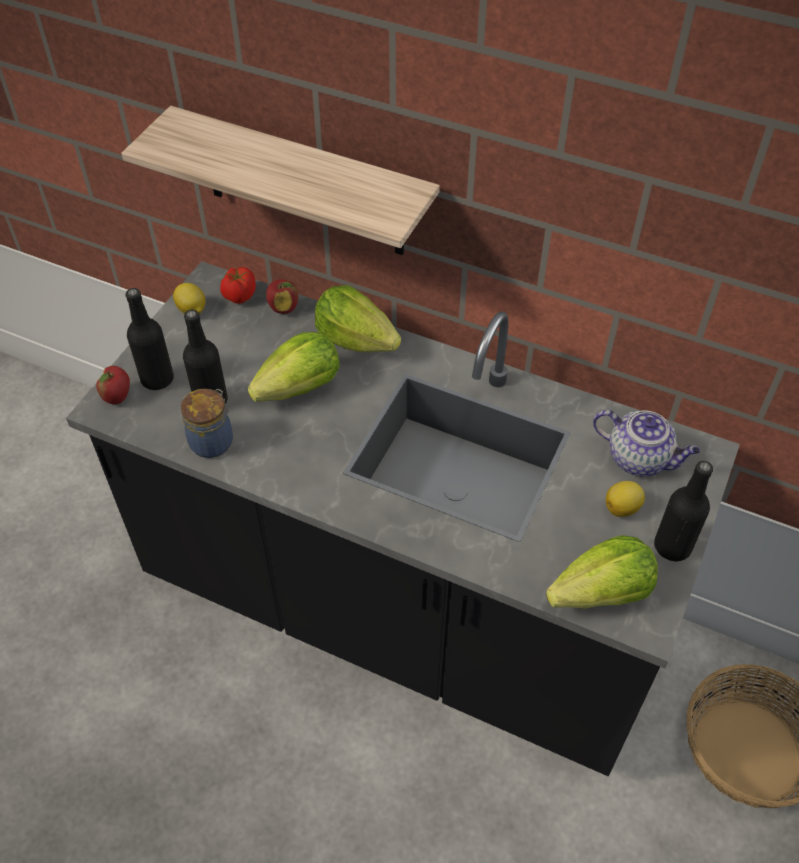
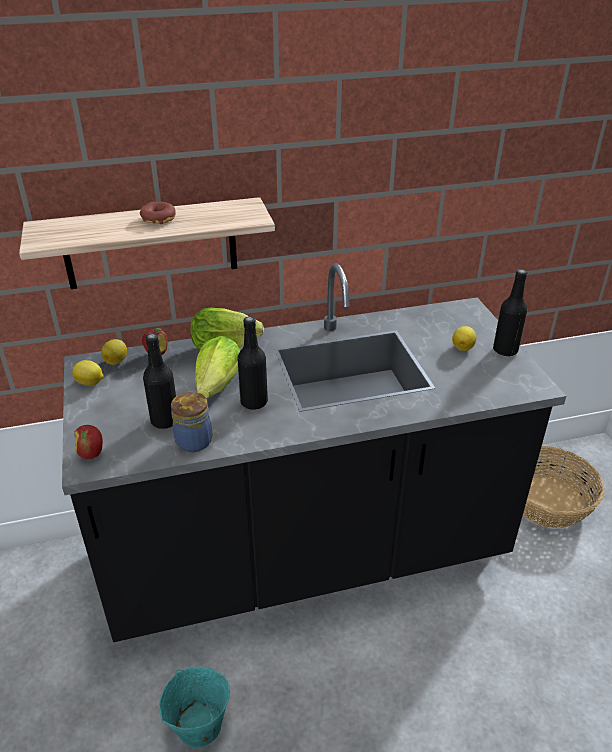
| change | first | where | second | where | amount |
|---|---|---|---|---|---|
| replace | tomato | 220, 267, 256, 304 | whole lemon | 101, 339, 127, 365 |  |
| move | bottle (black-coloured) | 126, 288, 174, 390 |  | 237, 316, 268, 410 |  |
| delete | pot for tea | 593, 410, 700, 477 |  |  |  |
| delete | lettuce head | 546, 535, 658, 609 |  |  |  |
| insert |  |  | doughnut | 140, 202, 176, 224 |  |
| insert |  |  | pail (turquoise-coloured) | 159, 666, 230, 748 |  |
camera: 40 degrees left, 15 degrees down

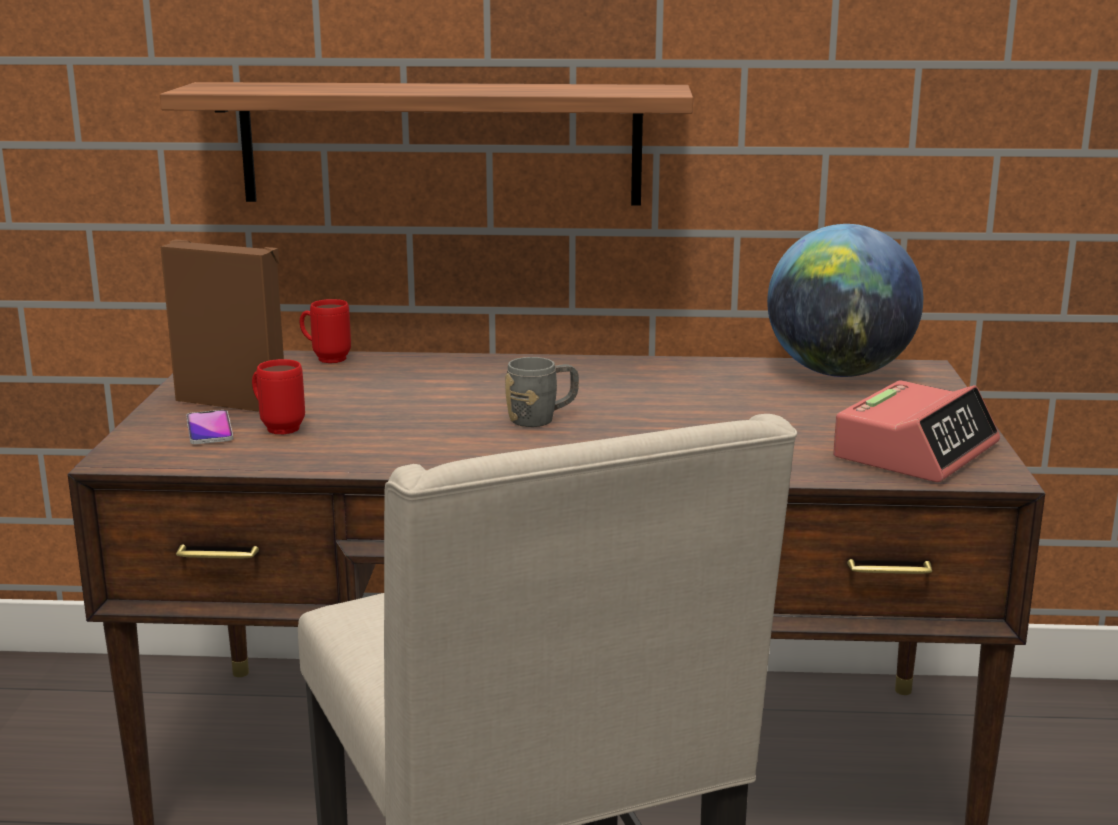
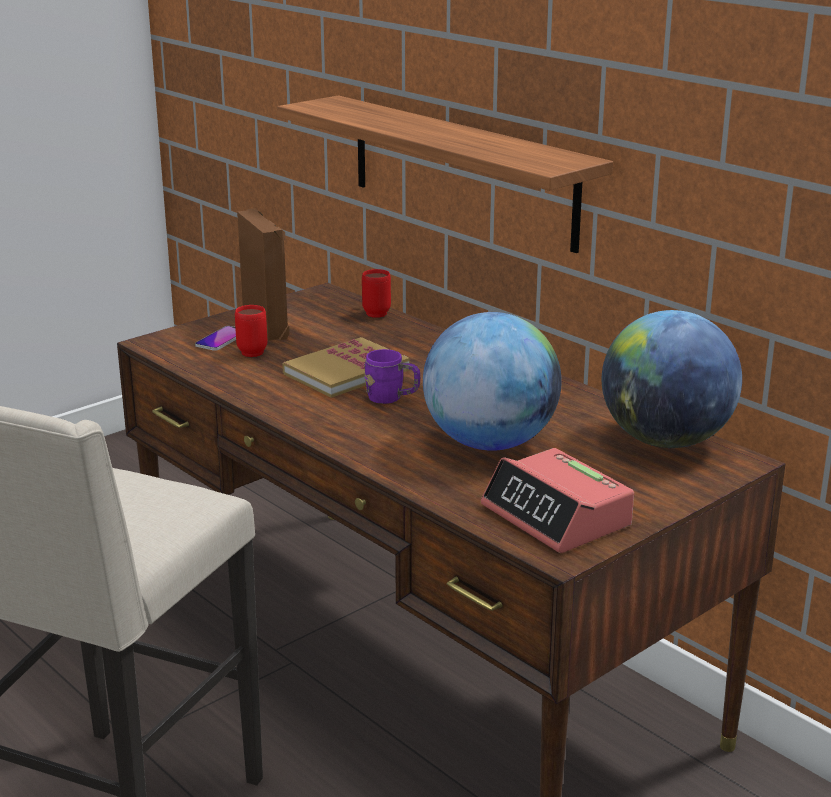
| change | first | where | second | where | amount |
|---|---|---|---|---|---|
| recolor | mug (greyish) | 505, 357, 579, 427 | mug (purplish) | 364, 349, 420, 404 |  |
| rotate | bedside clock | 833, 380, 1000, 482 |  | 481, 448, 634, 553 | 60 degrees clockwise |
| insert |  |  | desk globe | 423, 312, 562, 451 |  |
| insert |  |  | volume | 282, 337, 409, 398 |  |
camera: 45 degrees right, 5 degrees up

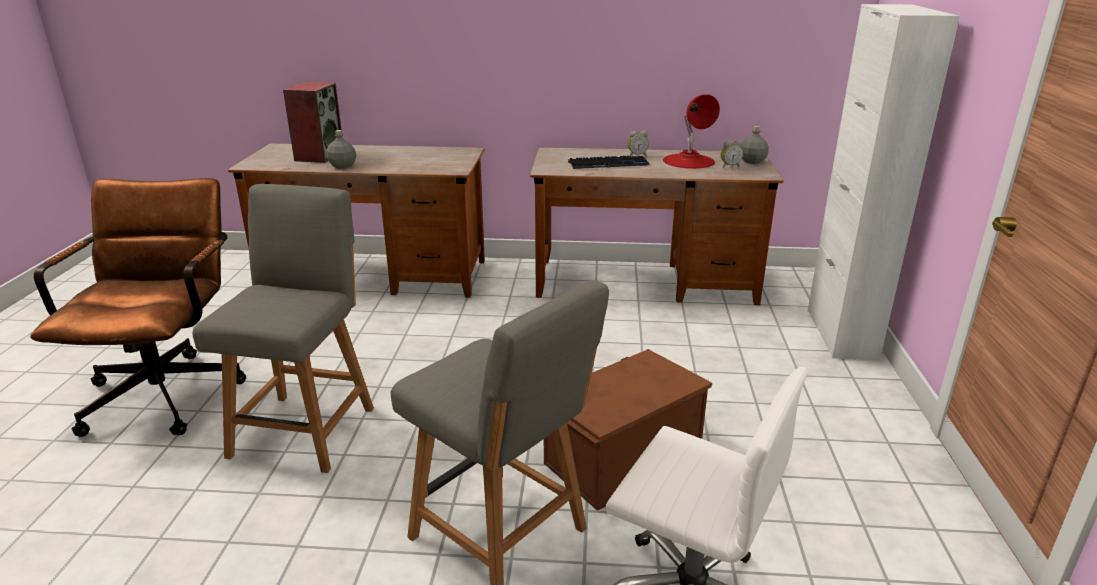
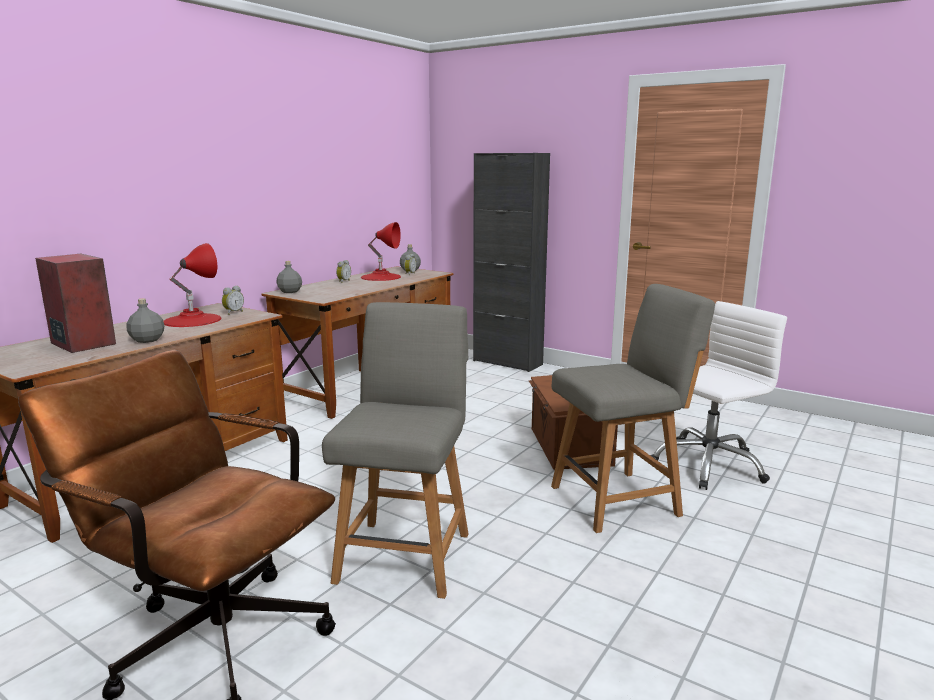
| change | first | where | second | where | amount |
|---|---|---|---|---|---|
| recolor | storage cabinet (whitish) | 808, 4, 960, 360 | storage cabinet (black-coloured) | 473, 153, 550, 372 |  |
| delete | keyboard | 568, 156, 650, 169 |  |  |  |
| rotate | chair (greyish) | 193, 184, 374, 473 |  | 322, 302, 469, 599 | 60 degrees clockwise |
| insert |  |  | tabletop lamp (red-coloured) | 163, 243, 222, 327 |  |
| insert |  |  | bottle (greyish) | 277, 261, 302, 293 |  |
| insert |  |  | bedside clock | 222, 286, 244, 315 |  |
camera: 60 degrees left, 10 degrees down

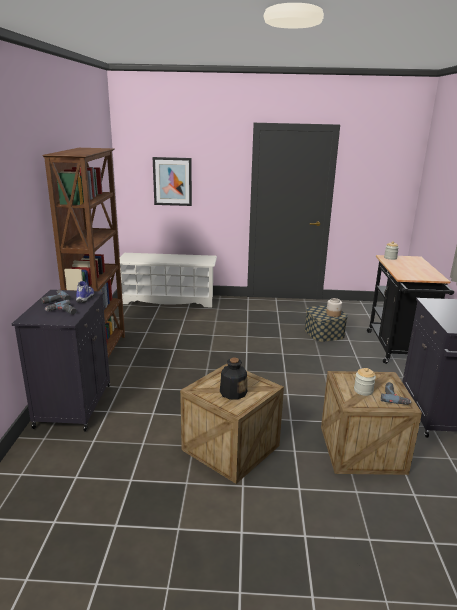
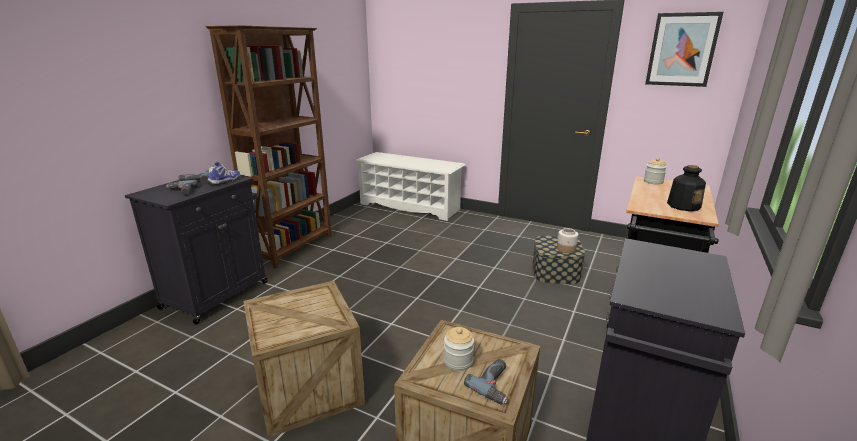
| change | first | where | second | where | amount |
|---|---|---|---|---|---|
| move | picture | 152, 157, 192, 206 |  | 645, 12, 724, 87 |  |
| move | bottle | 220, 358, 247, 400 |  | 667, 165, 706, 211 |  |
camera: 25 degrees right, 0 degrees up

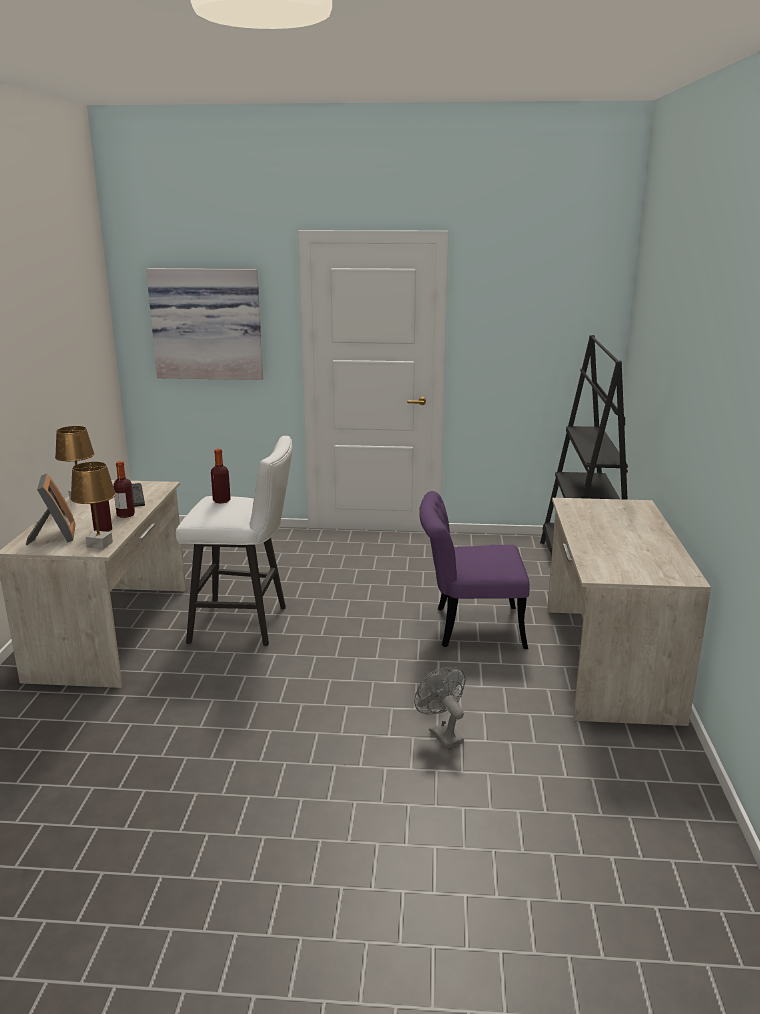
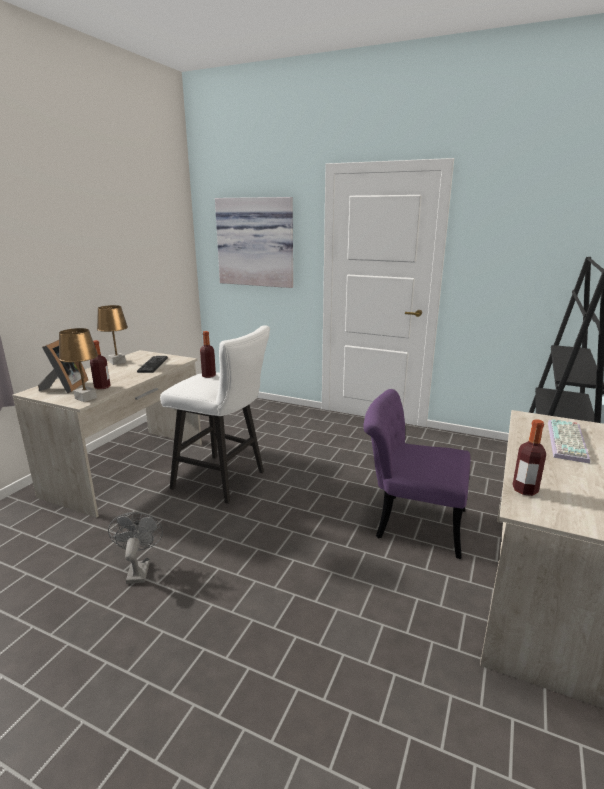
| change | first | where | second | where | amount |
|---|---|---|---|---|---|
| move | bottle | 113, 461, 135, 518 |  | 512, 419, 546, 496 |  |
| move | electric fan (greyish) | 414, 667, 466, 749 |  | 108, 512, 163, 584 |  |
| insert |  |  | keyboard | 548, 419, 590, 464 |  |
camera: 20 degrees right, 0 degrees up

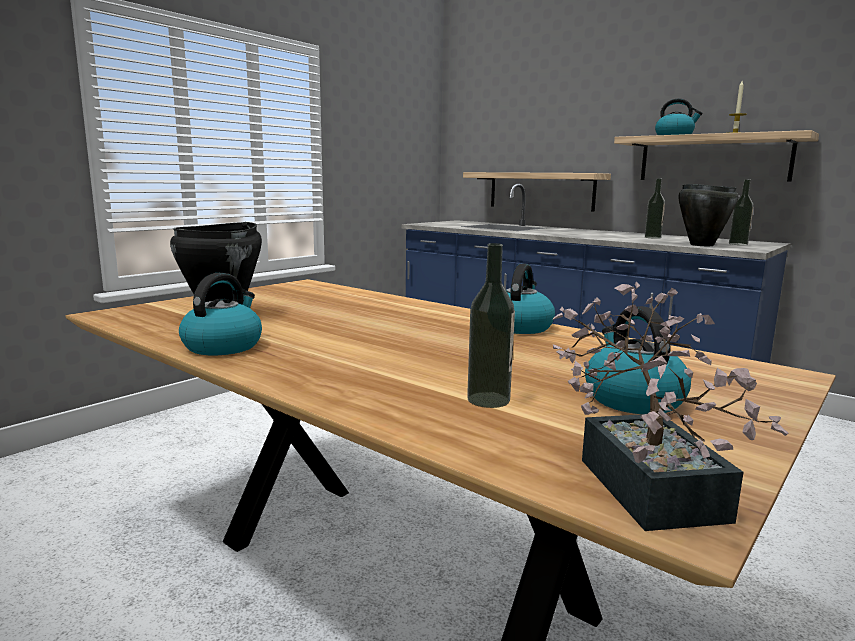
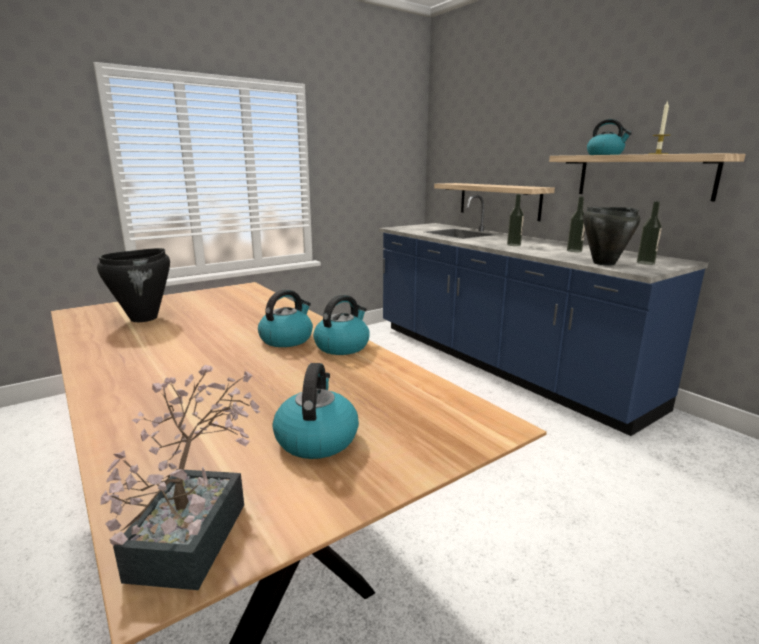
| change | first | where | second | where | amount |
|---|---|---|---|---|---|
| move | bottle | 467, 243, 515, 408 |  | 507, 194, 524, 246 |  |
| move | tea kettle | 179, 273, 262, 355 |  | 258, 289, 313, 347 |  |
camera: 15 degrees right, 5 degrees up

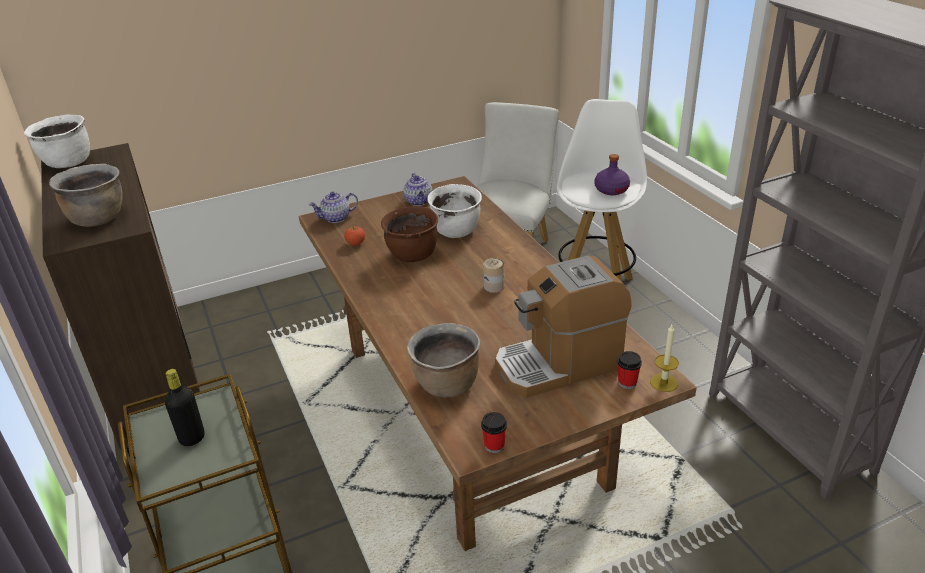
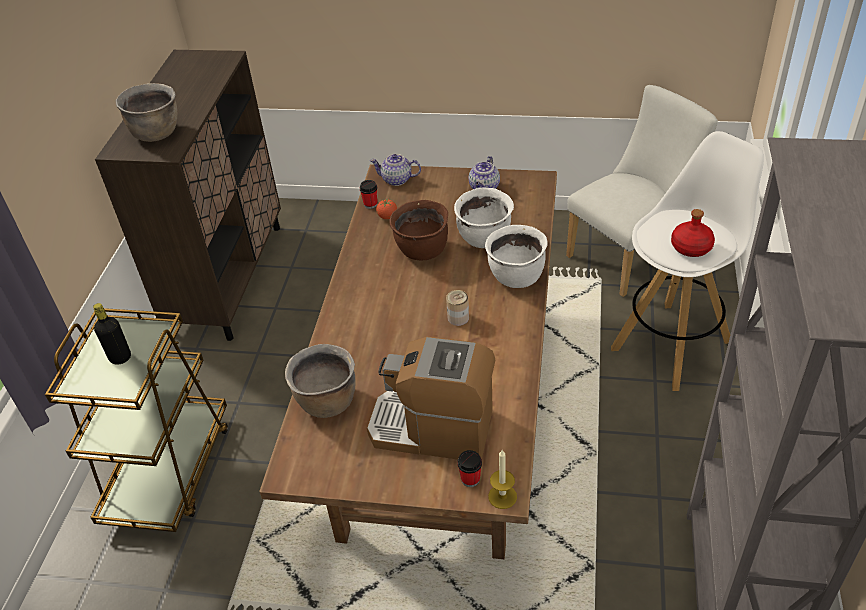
| change | first | where | second | where | amount |
|---|---|---|---|---|---|
| move | cooking pot (whitish) | 24, 115, 90, 168 |  | 485, 225, 548, 288 |  |
| recolor | bottle (purplish) | 595, 154, 630, 195 | bottle (red-coloured) | 671, 209, 715, 257 |  |
| move | small cup | 481, 412, 507, 453 |  | 360, 180, 377, 209 |  |
camera: 35 degrees right, 10 degrees up

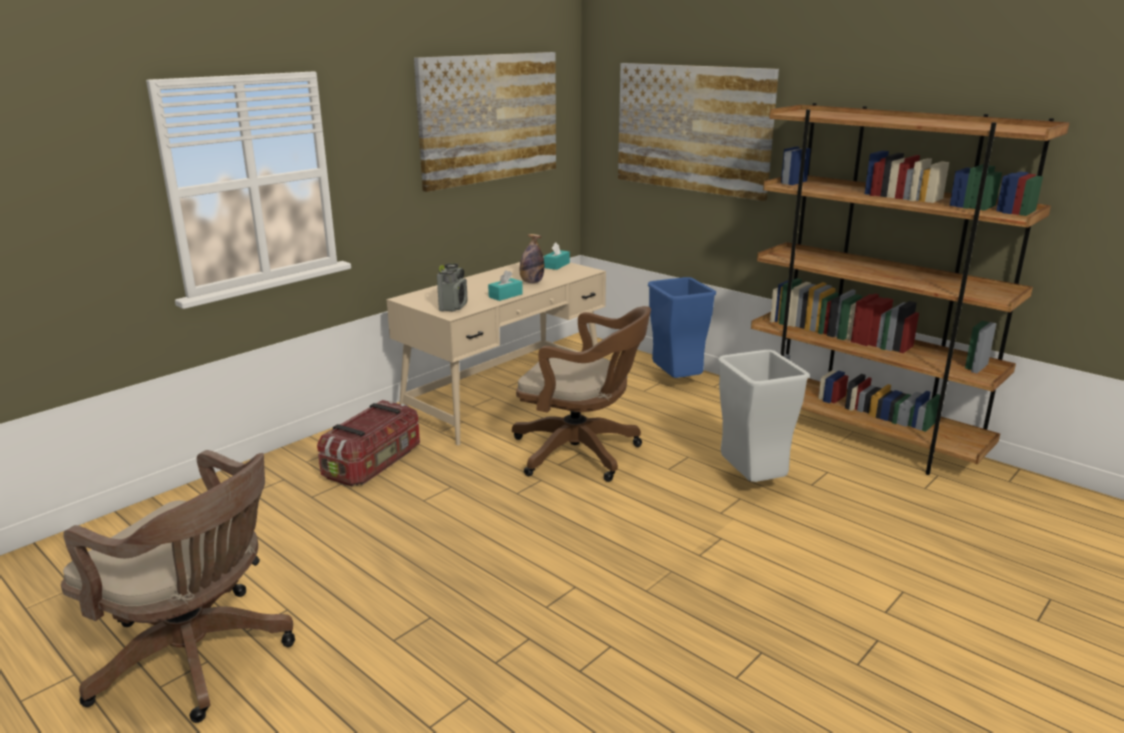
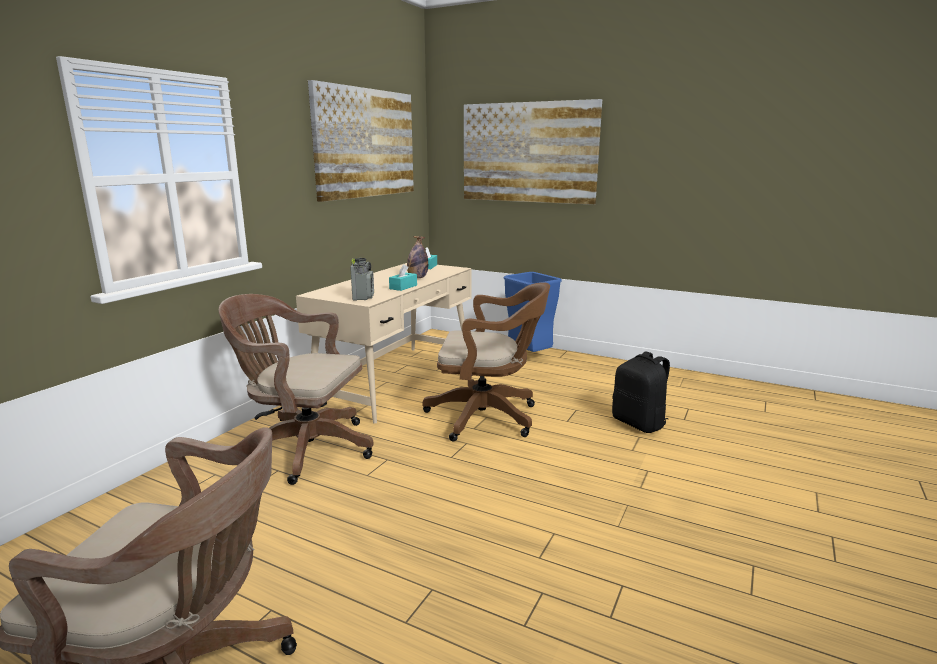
| change | first | where | second | where | amount |
|---|---|---|---|---|---|
| delete | bookcase (brown-coloured) | 751, 103, 1069, 475 |  |  |  |
| replace | rubbish bin (greyish) | 718, 350, 810, 482 | knapsack (black-coloured) | 612, 352, 670, 433 |  |
| replace | storage bin | 317, 400, 420, 486 | desk chair (brown-coloured) | 219, 294, 374, 485 |  |
camera: 15 degrees left, 5 degrees down

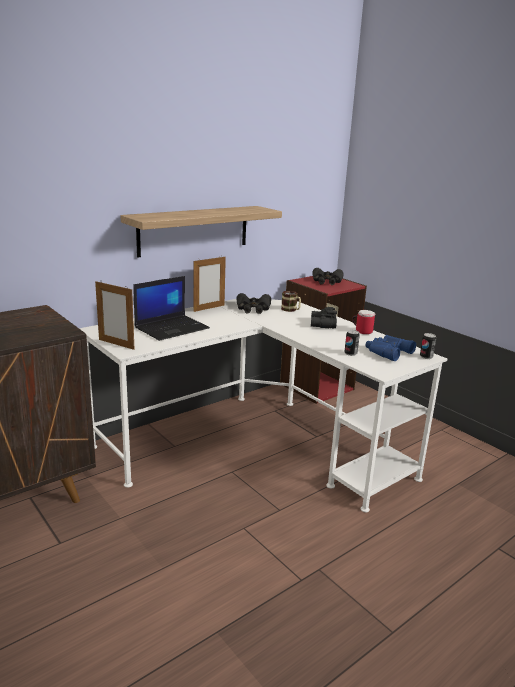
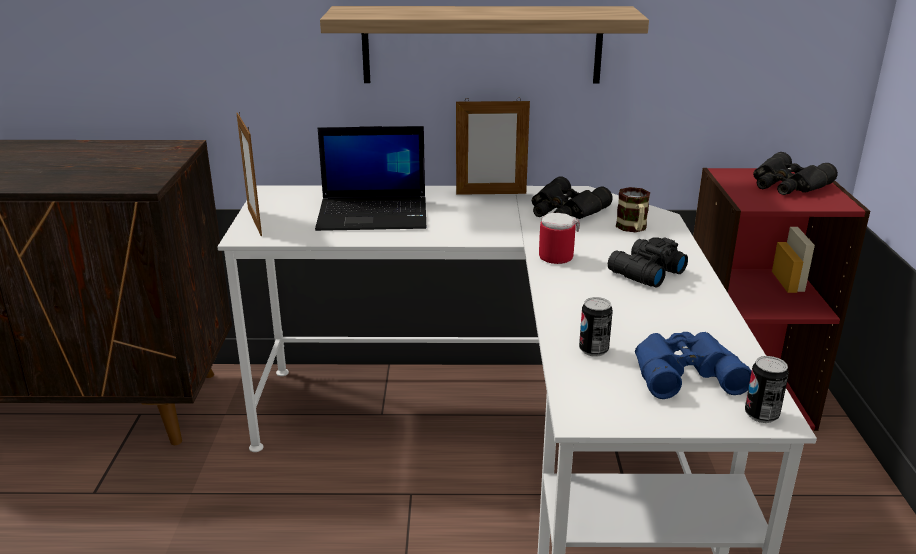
| change | first | where | second | where | amount |
|---|---|---|---|---|---|
| move | mug | 352, 310, 375, 334 |  | 539, 213, 580, 264 |  |
camera: 40 degrees right, 5 degrees up

